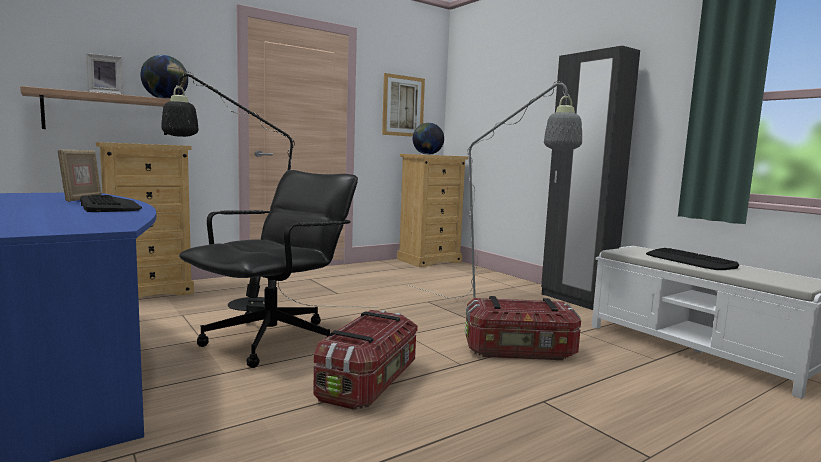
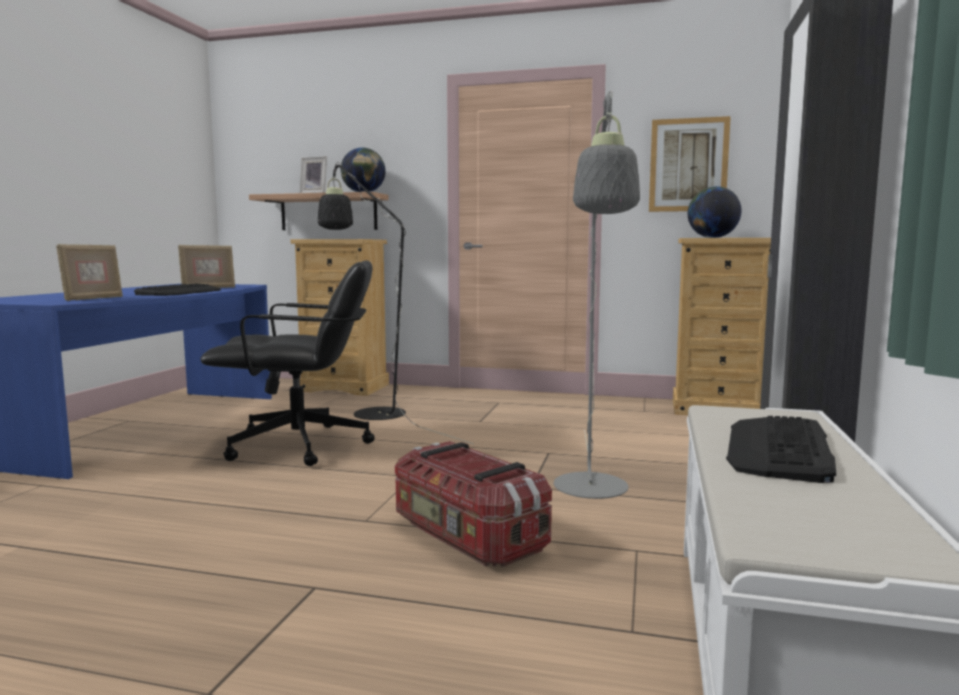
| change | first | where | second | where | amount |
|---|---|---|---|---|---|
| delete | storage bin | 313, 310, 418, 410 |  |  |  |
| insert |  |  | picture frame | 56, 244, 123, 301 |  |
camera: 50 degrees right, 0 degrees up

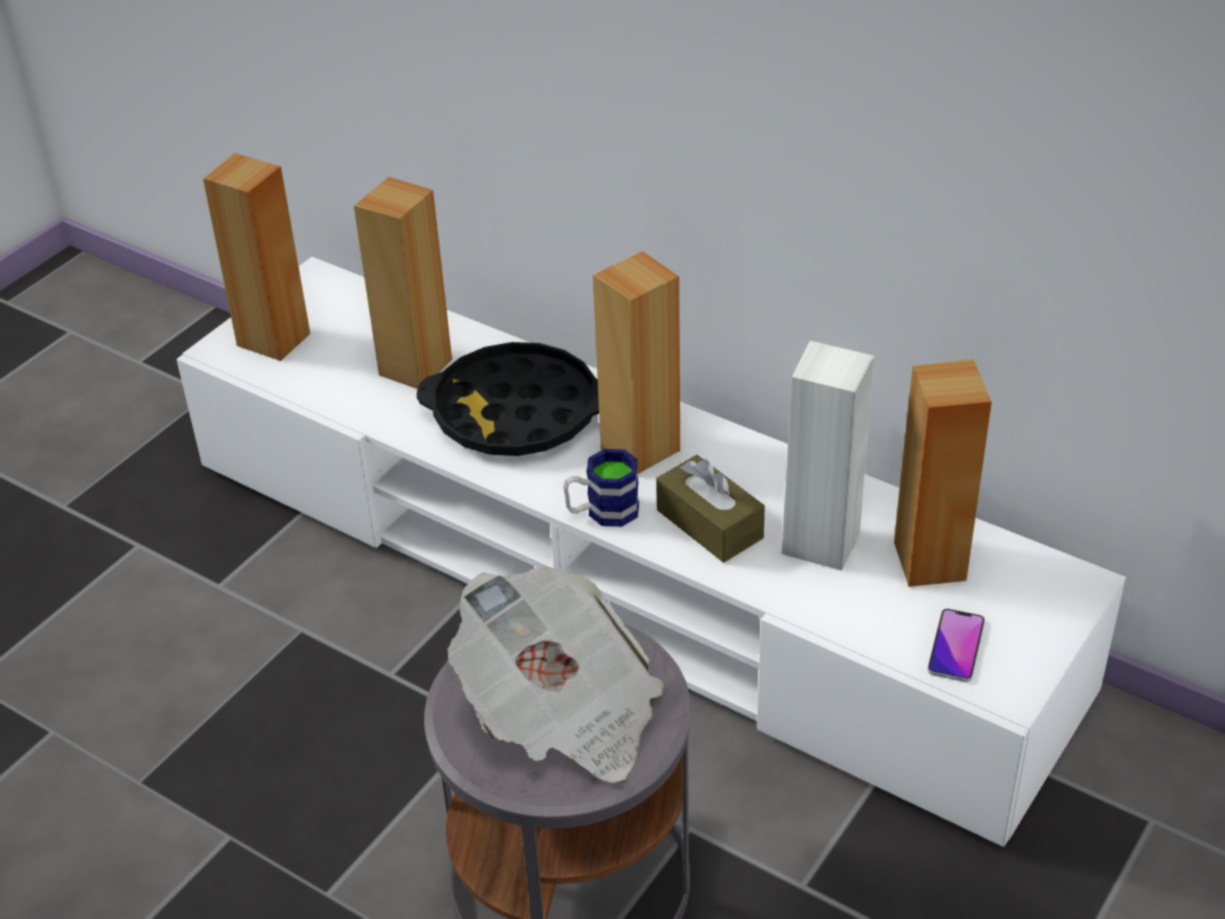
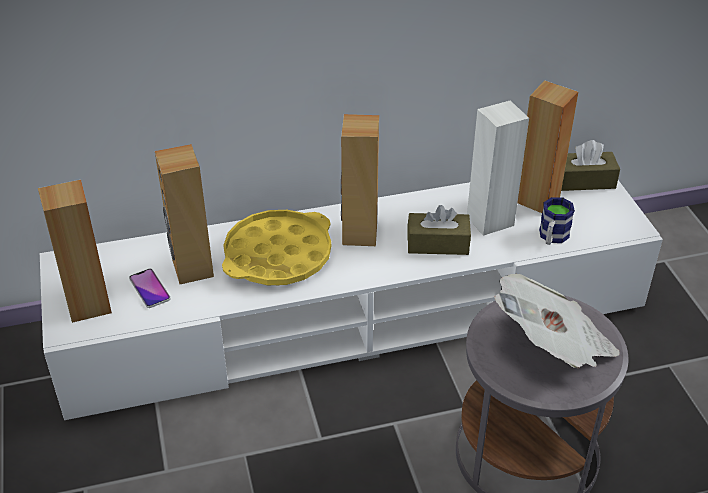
| change | first | where | second | where | amount |
|---|---|---|---|---|---|
| recolor | tray (black-coloured) | 417, 342, 599, 456 | tray (yellow) | 222, 210, 331, 285 |  |
| move | mug | 563, 449, 639, 527 |  | 539, 197, 575, 245 |  |
| move | phone | 927, 608, 985, 682 |  | 129, 269, 170, 308 |  |
| insert |  |  | box of tissues (brown-coloured) | 561, 140, 620, 191 |  |
camera: 50 degrees left, 0 degrees up

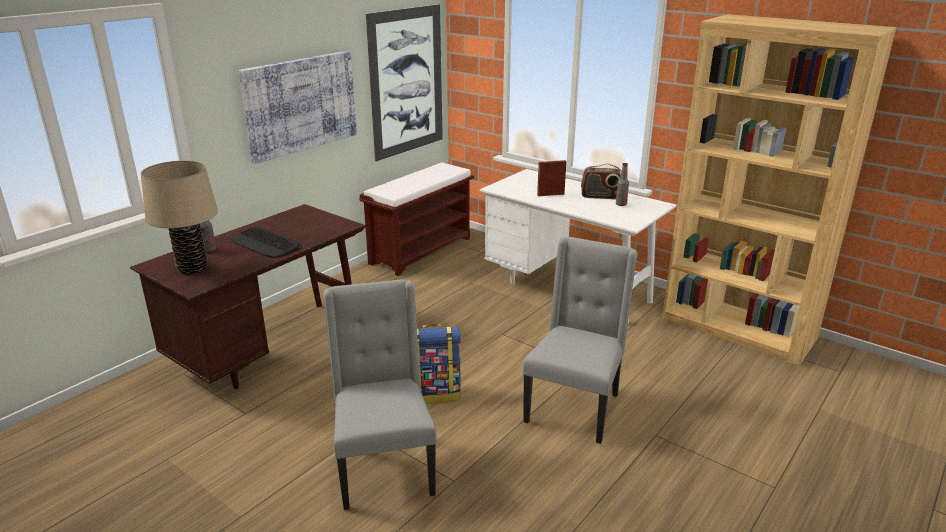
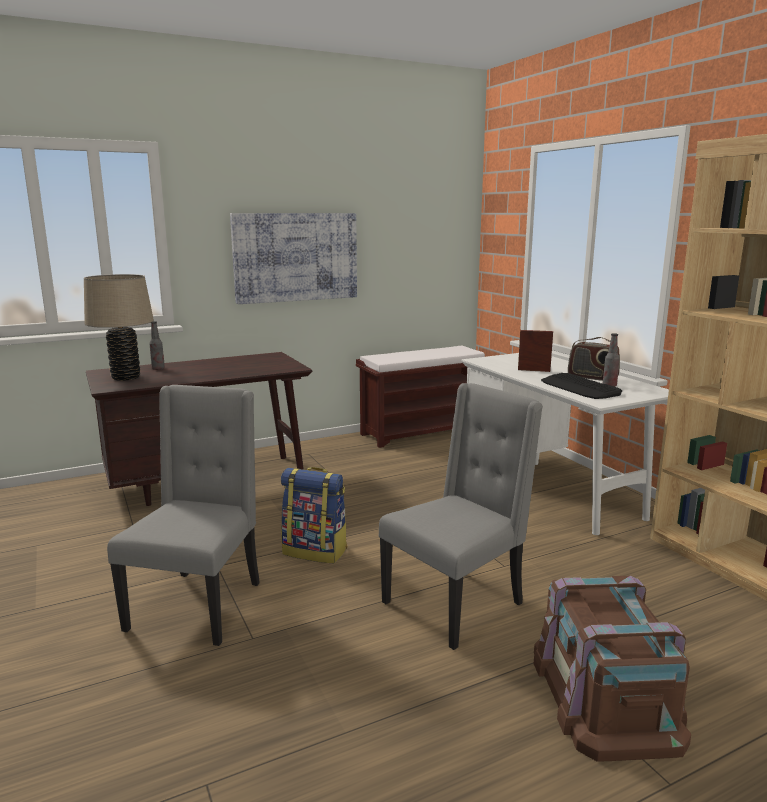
| change | first | where | second | where | amount |
|---|---|---|---|---|---|
| delete | picture | 366, 4, 443, 161 |  |  |  |
| move | keyboard | 231, 227, 301, 258 |  | 541, 373, 622, 399 |  |
| insert |  |  | storage bin (brown-coloured) | 534, 576, 691, 762 |  |
camera: 25 degrees right, 10 degrees down

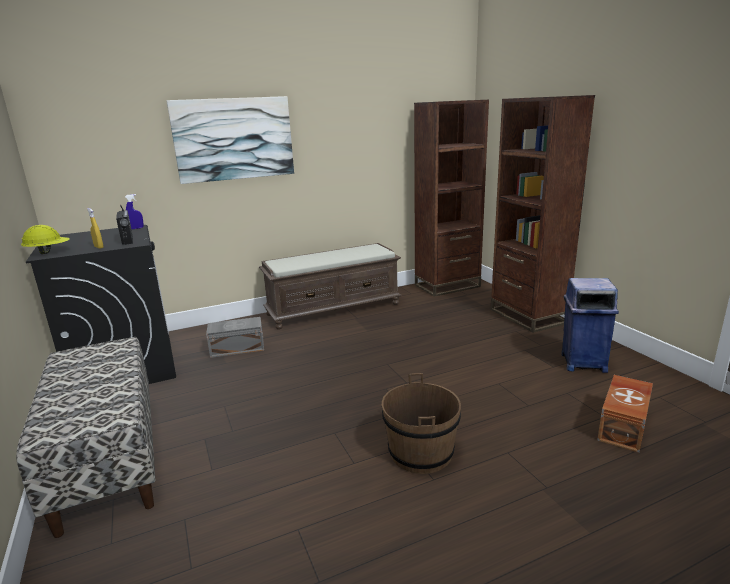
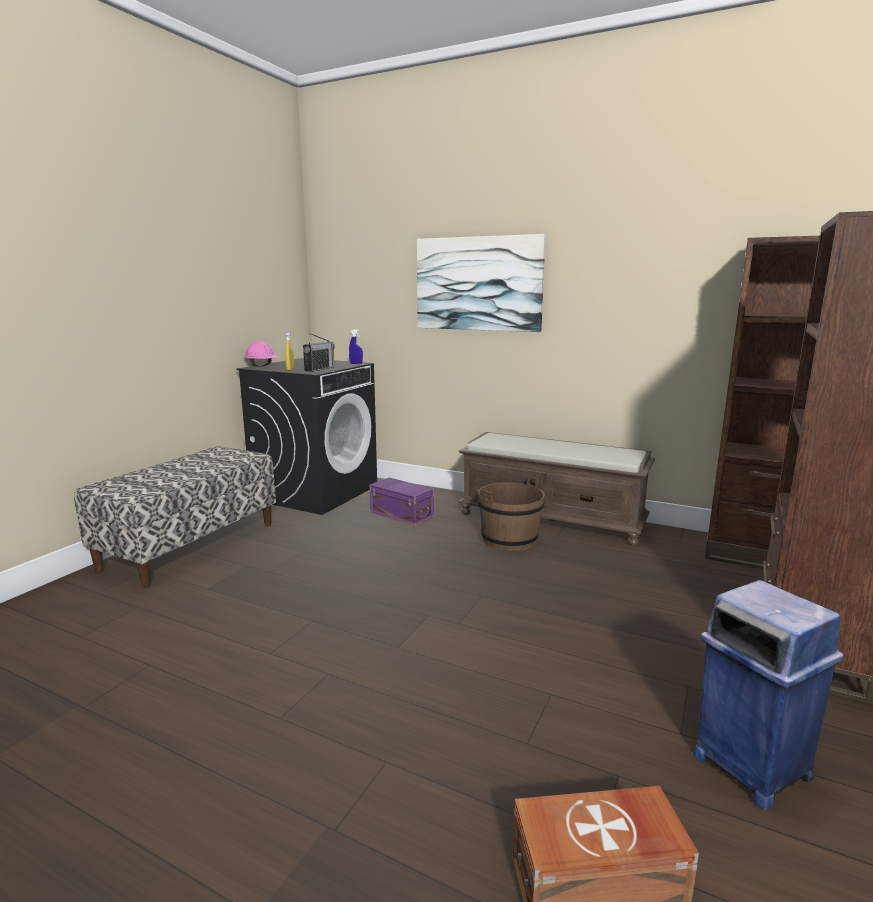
| change | first | where | second | where | amount |
|---|---|---|---|---|---|
| recolor | hard hat (yellow) | 21, 225, 70, 254 | hard hat (pinkish) | 245, 341, 279, 367 |  |
| recolor | storage bin (greyish) | 206, 317, 264, 358 | storage bin (purplish) | 370, 477, 434, 526 |  |
| move | pail (brown-coloured) | 382, 373, 461, 474 |  | 478, 476, 545, 551 |  |
camera: 50 degrees right, 5 degrees down

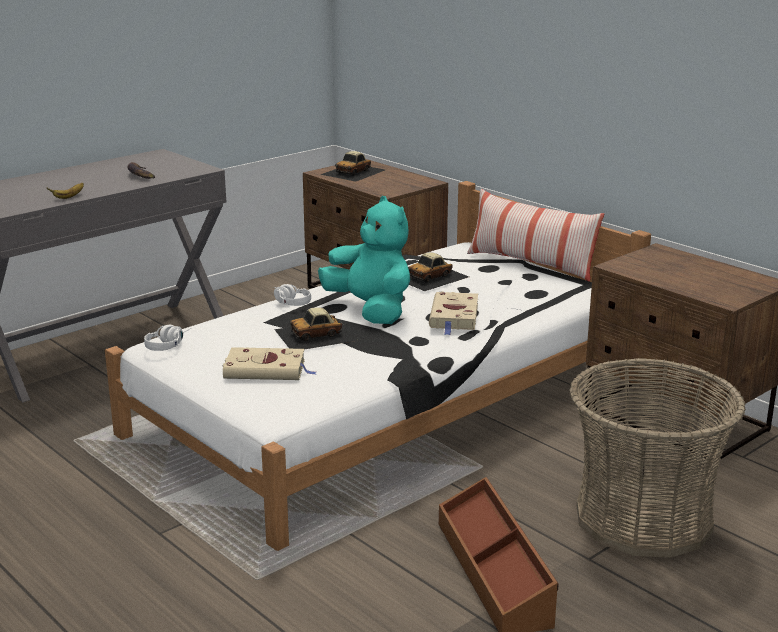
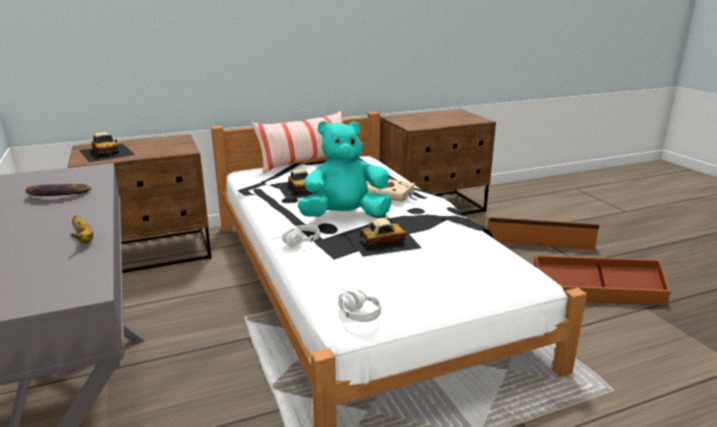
| change | first | where | second | where | amount |
|---|---|---|---|---|---|
| rotate | model car | 274, 307, 358, 349 |  | 348, 218, 422, 256 | 105 degrees counterclockwise |
| delete | volume (beige) | 223, 347, 316, 380 |  |  |  |
| replace | storage basket | 569, 358, 746, 558 | storage bin (brown-coloured) | 487, 217, 599, 250 |  |
camera: 70 degrees left, 0 degrees up

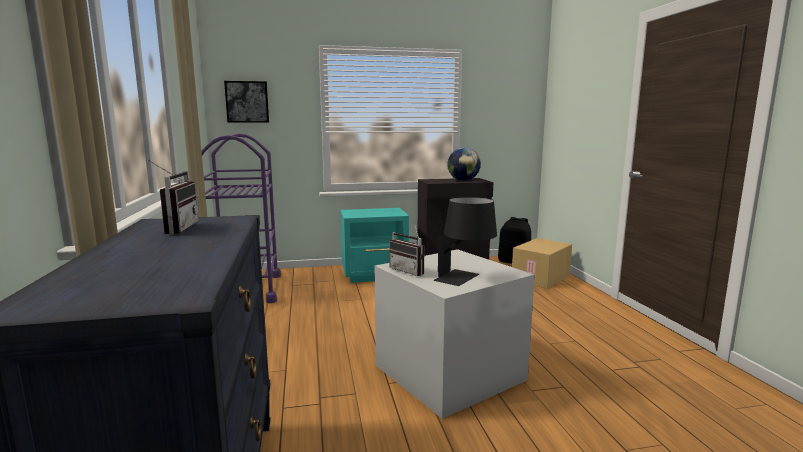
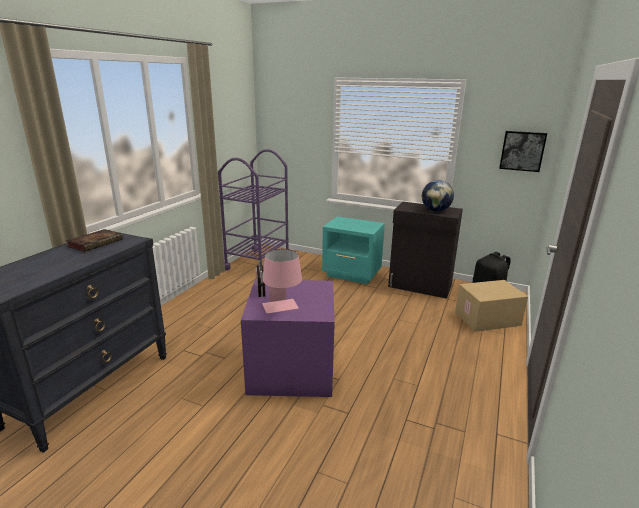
| change | first | where | second | where | amount |
|---|---|---|---|---|---|
| move | picture | 224, 81, 269, 123 |  | 499, 131, 547, 172 |  |
| replace | radio set | 148, 160, 199, 235 | volume | 66, 229, 123, 252 |  |
| recolor | tabletop lamp (black-coloured) | 434, 197, 497, 286 | tabletop lamp (pinkish) | 262, 249, 302, 314 |  |
| recolor | storage bin (greyish) | 374, 249, 535, 419 | storage bin (purplish) | 241, 279, 335, 397 |  |
camera: 35 degrees right, 10 degrees up

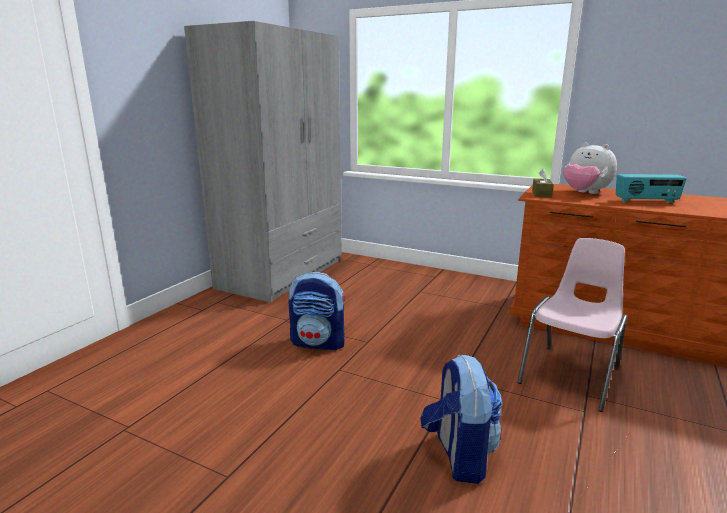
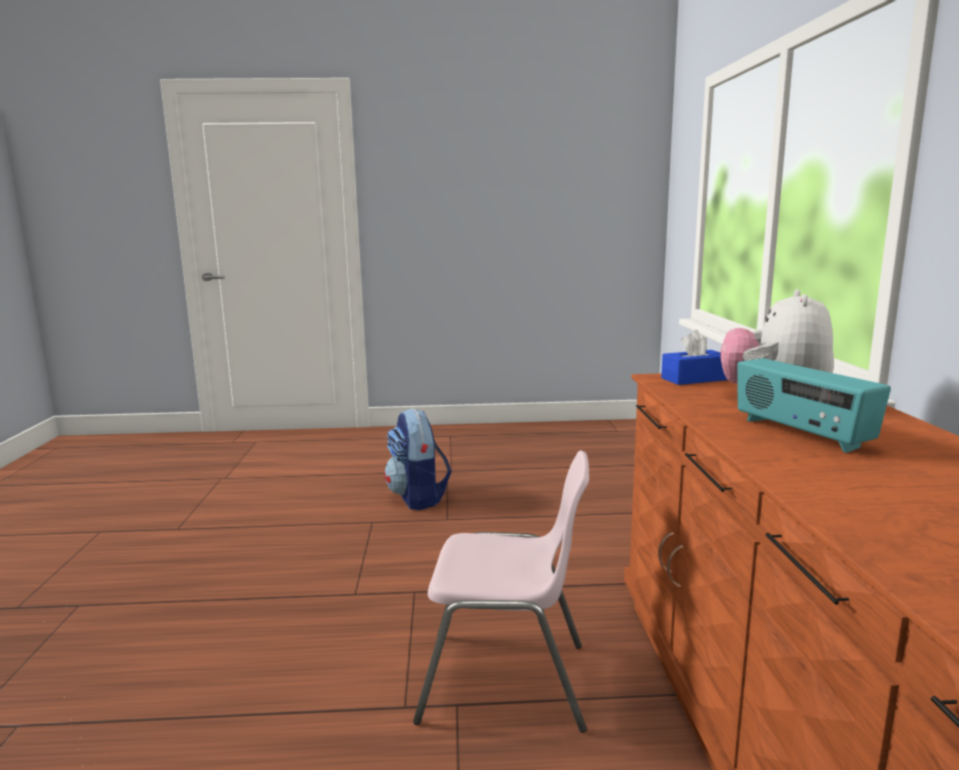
| change | first | where | second | where | amount |
|---|---|---|---|---|---|
| delete | clothes cupboard (greyish) | 184, 21, 342, 302 |  |  |  |
| recolor | box of tissues (brown-coloured) | 532, 168, 554, 198 | box of tissues (bluish) | 661, 330, 727, 385 |  |
| delete | knapsack | 421, 355, 503, 484 |  |  |  |
camera: 60 degrees right, 5 degrees down

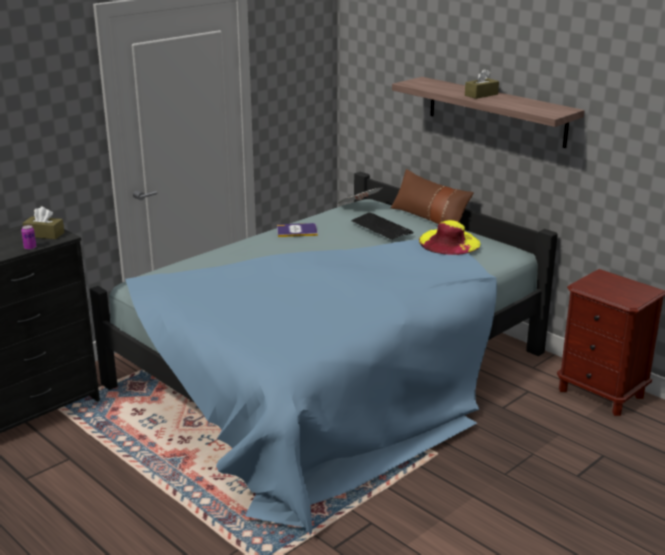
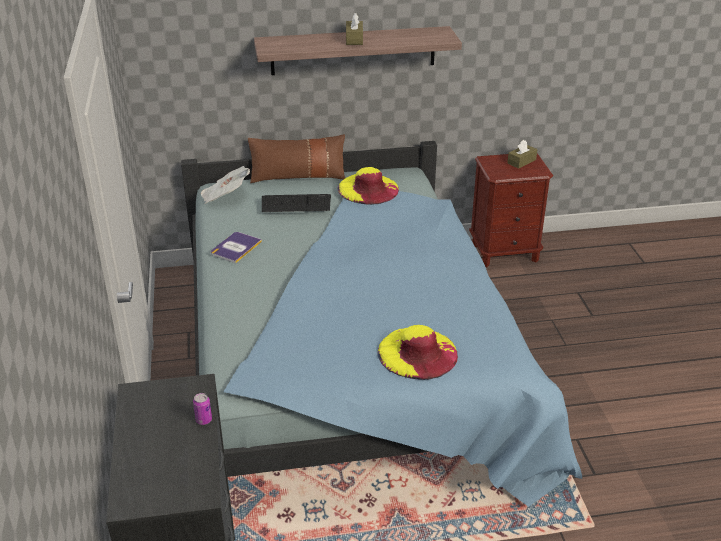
| change | first | where | second | where | amount |
|---|---|---|---|---|---|
| move | box of tissues (brown-coloured) | 23, 207, 65, 239 |  | 507, 140, 538, 169 |  |
| insert |  |  | wearable hat (yellow) | 377, 325, 458, 380 |  |
camera: 55 degrees left, 10 degrees up

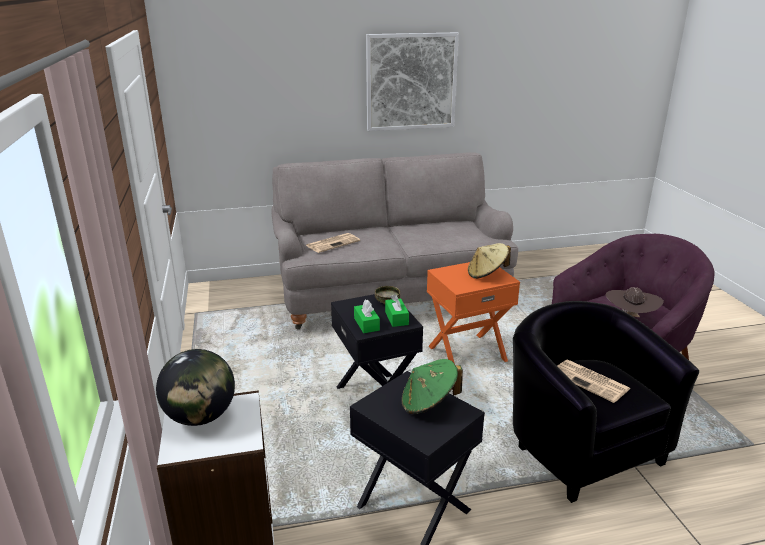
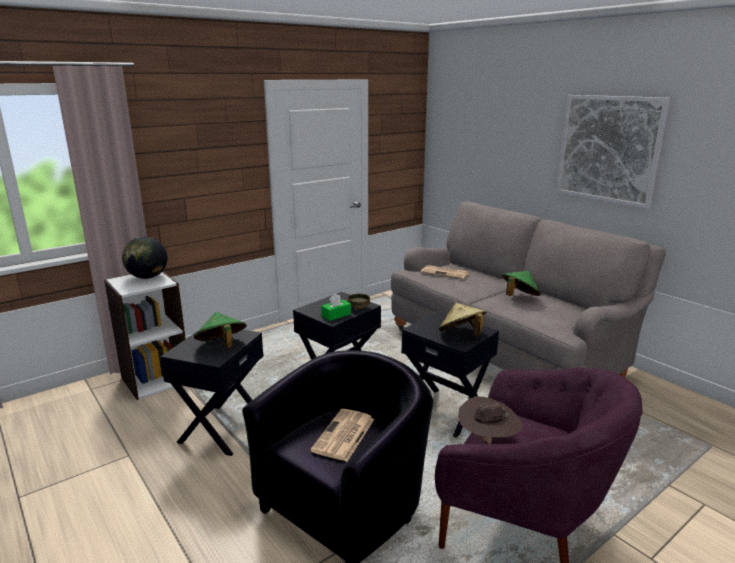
| change | first | where | second | where | amount |
|---|---|---|---|---|---|
| recolor | accent table (orangey) | 427, 262, 520, 364 | accent table (black-coloured) | 401, 311, 499, 437 |  |
| delete | box of tissues (greenish) | 354, 299, 380, 333 |  |  |  |
| insert |  |  | wearable hat (greenish) | 502, 271, 541, 296 |  |
camera: 65 degrees right, 5 degrees down

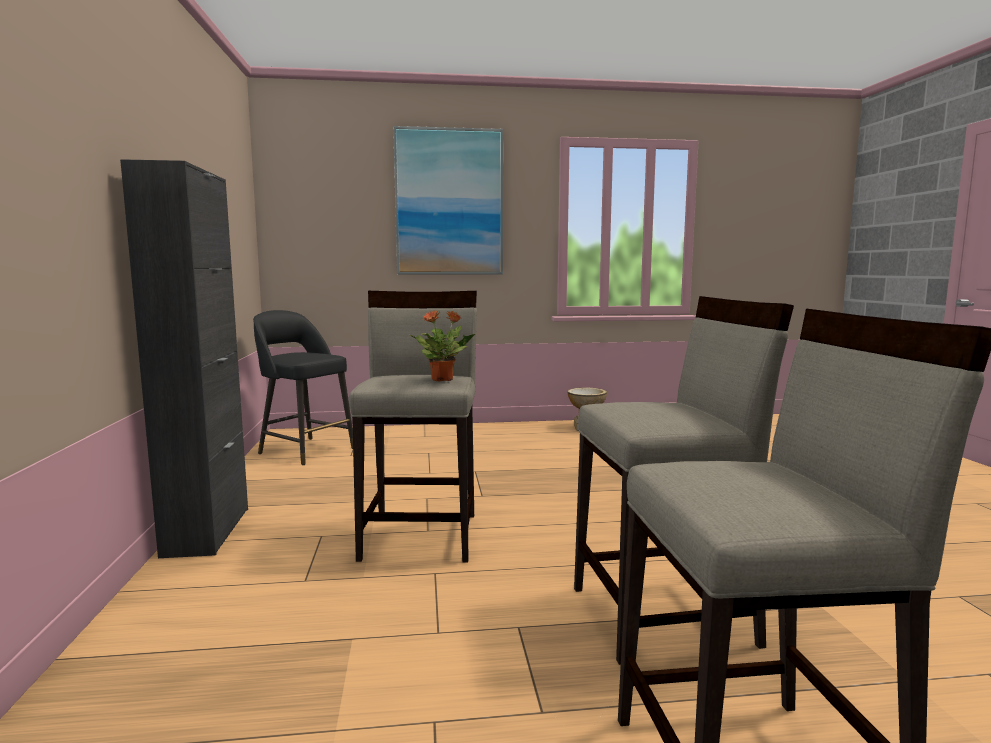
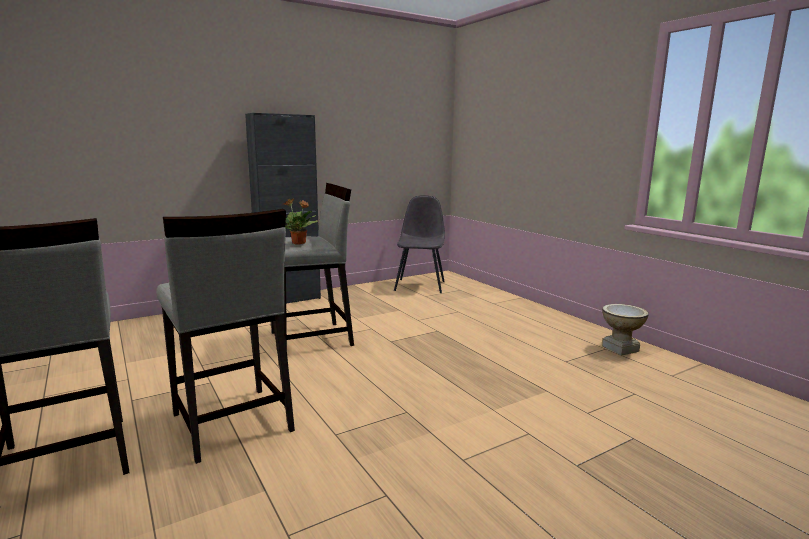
| change | first | where | second | where | amount |
|---|---|---|---|---|---|
| delete | picture | 393, 126, 503, 274 |  |  |  |
| replace | stool (black-coloured) | 253, 310, 353, 465 | chair (greyish) | 394, 195, 445, 293 |  |
camera: 65 degrees right, 5 degrees up

